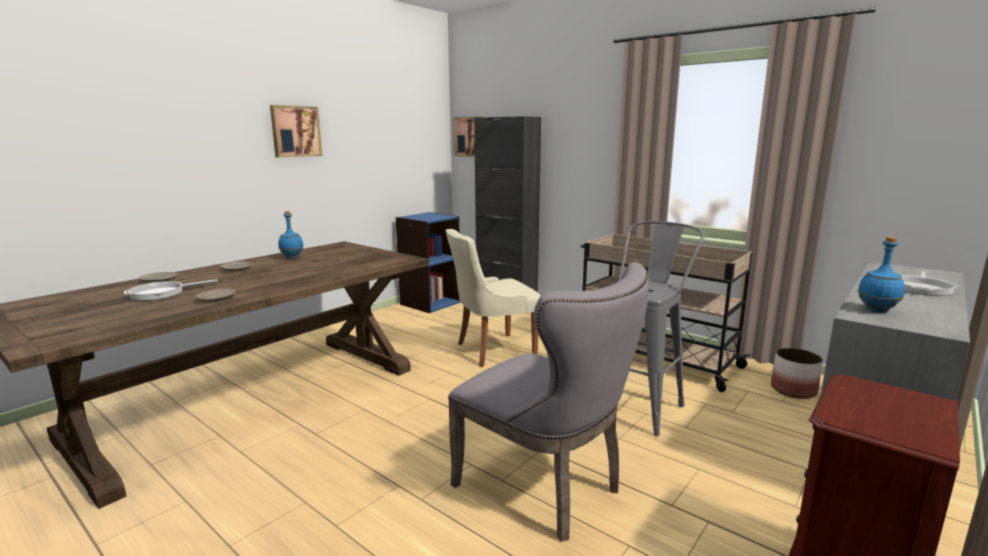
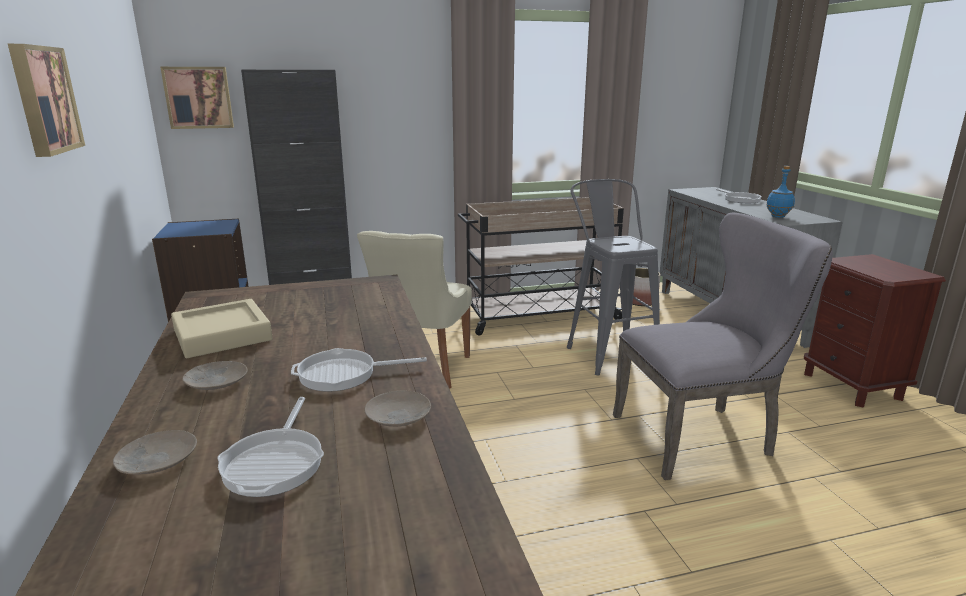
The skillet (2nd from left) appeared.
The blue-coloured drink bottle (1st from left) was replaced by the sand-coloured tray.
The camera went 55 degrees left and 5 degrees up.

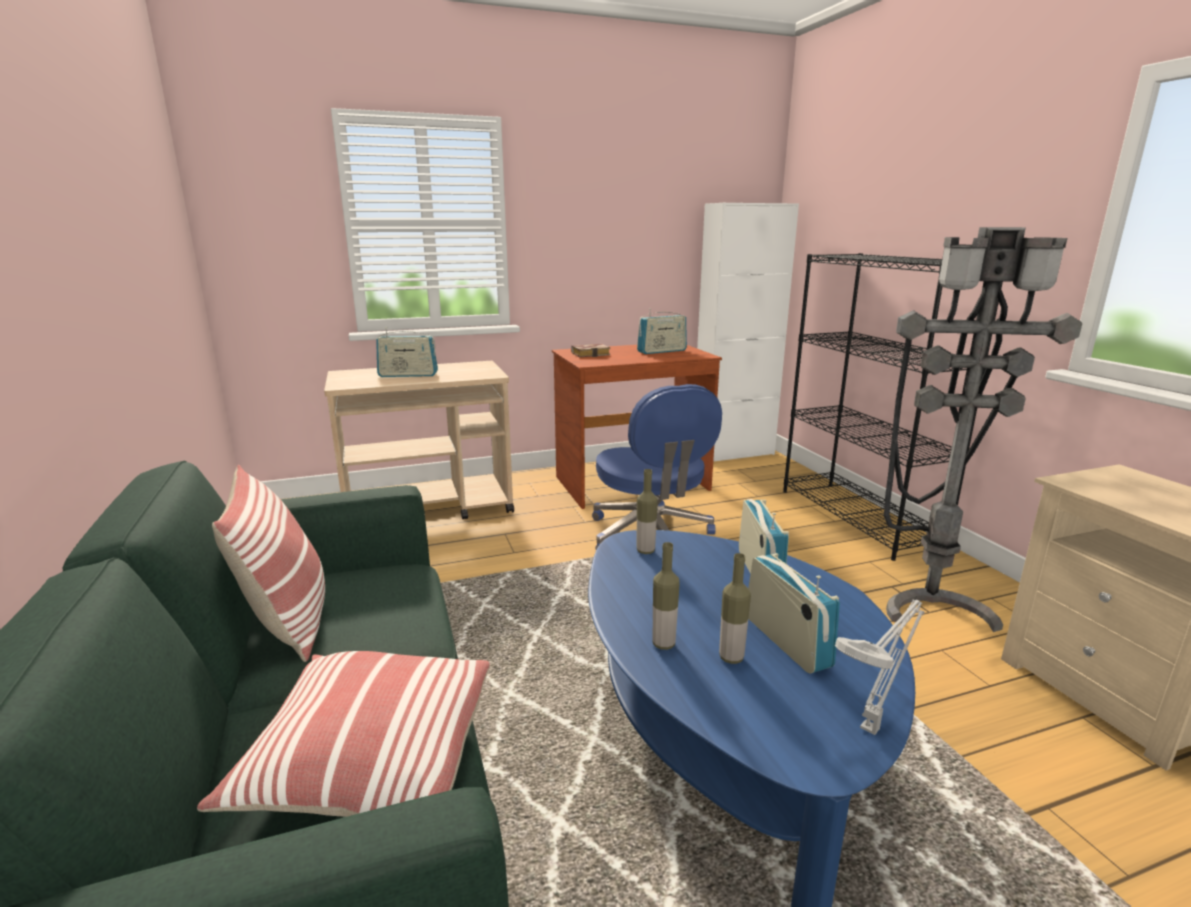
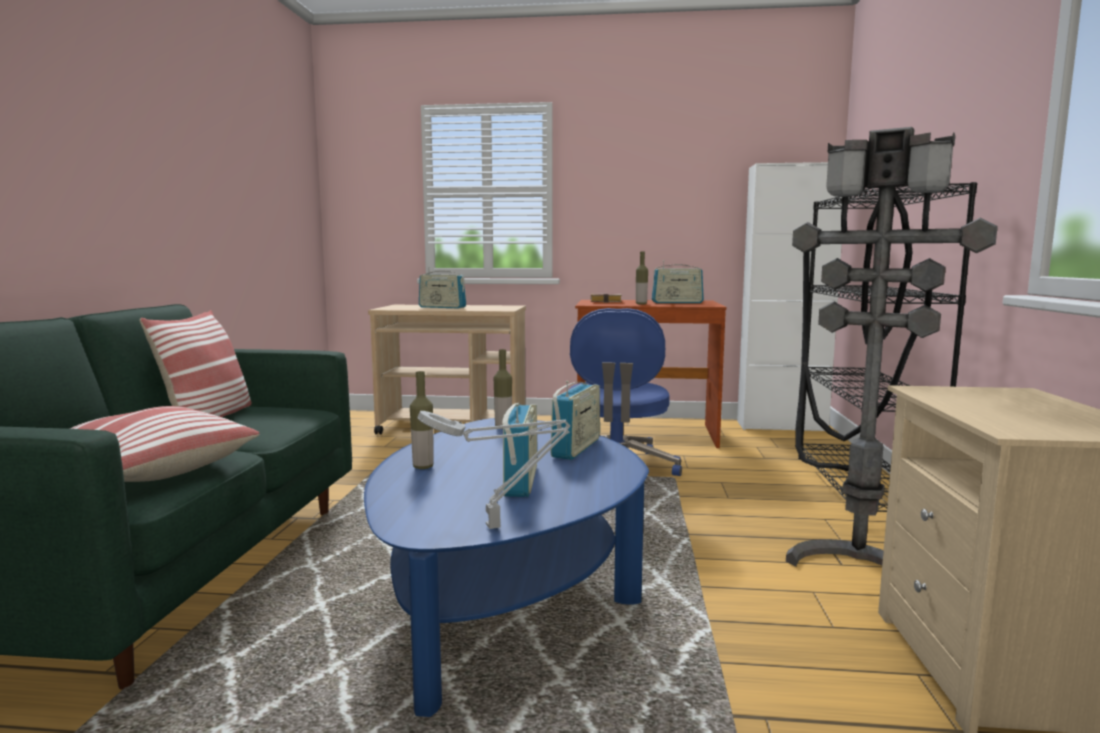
The drink bottle (3rd from left) moved.
The camera went 25 degrees right and 10 degrees down.

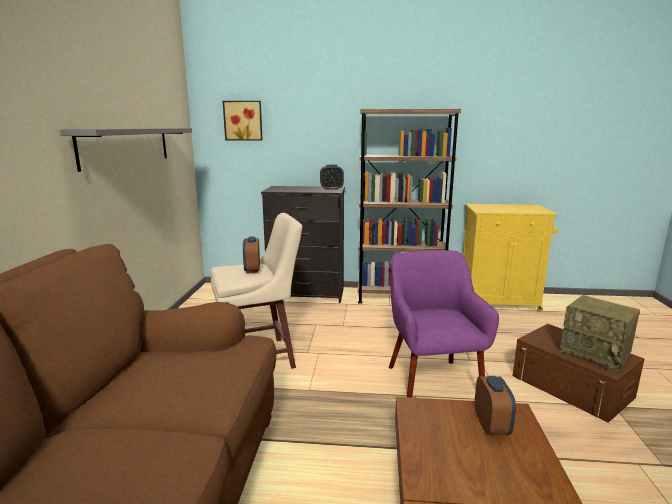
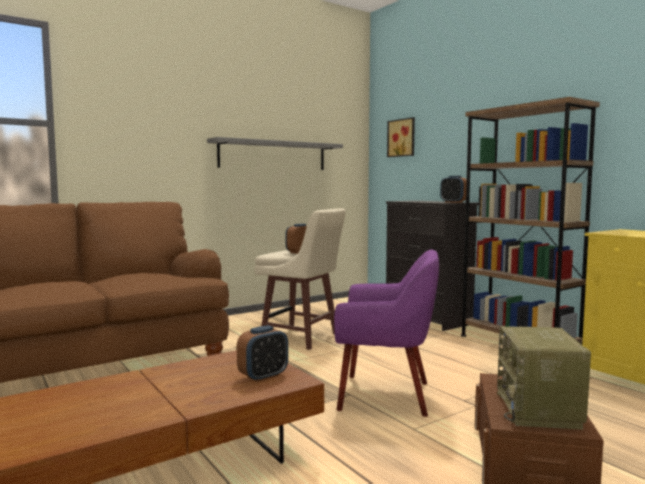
The purplish lounge chair turned 60 degrees clockwise.
The camera went 50 degrees right and 10 degrees down.

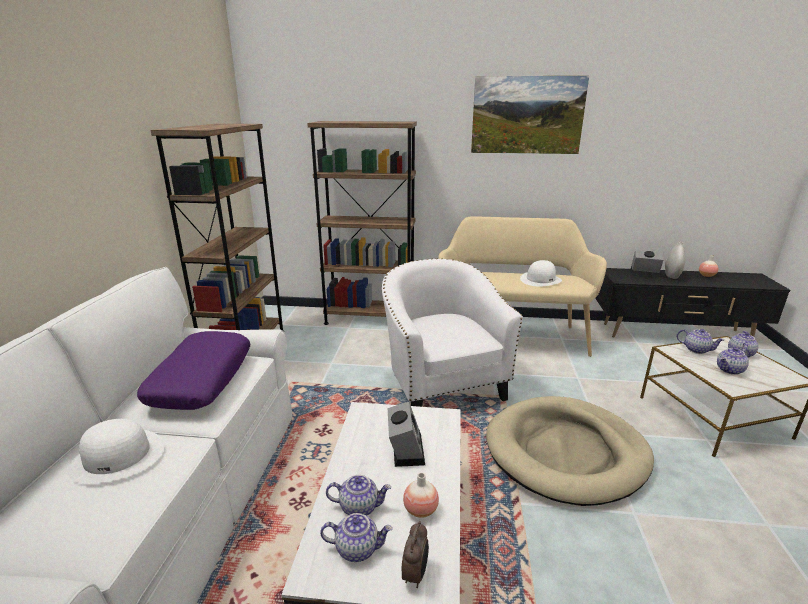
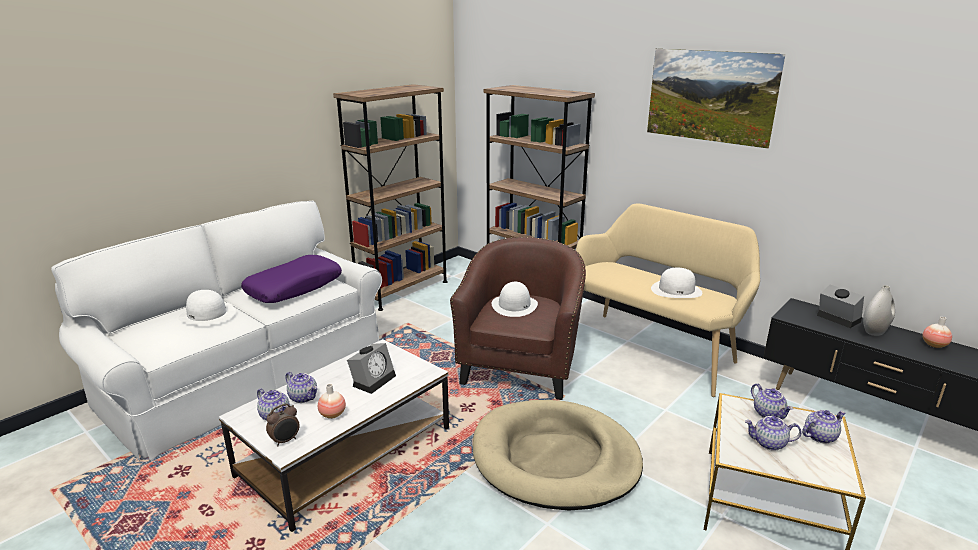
The white-coloured hat (2nd from left) appeared.
The white-coloured lounge chair became the brown lounge chair.
The camera went 35 degrees right and 0 degrees up.

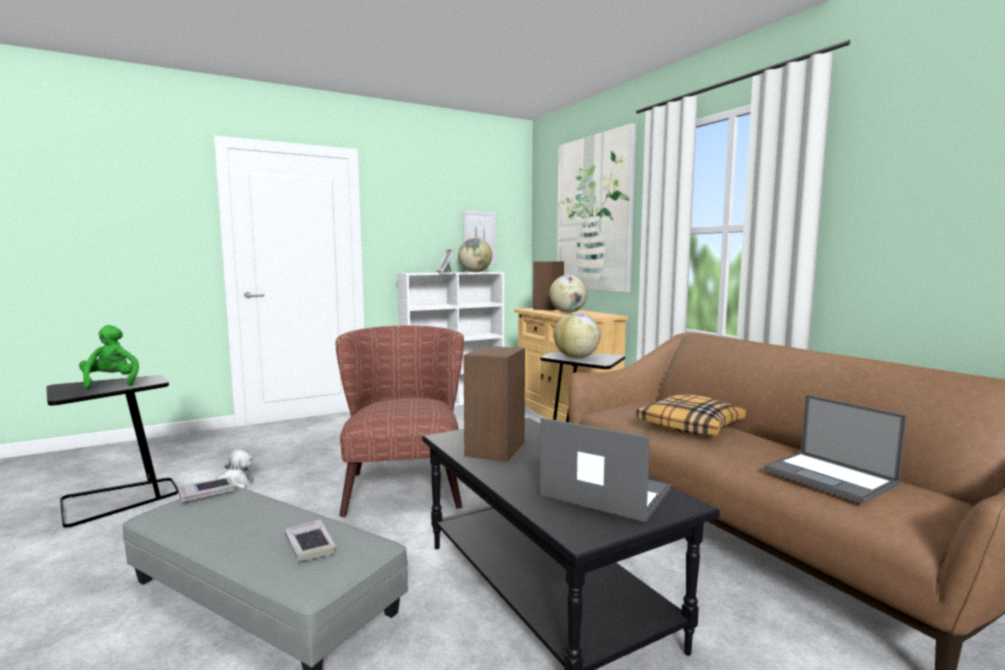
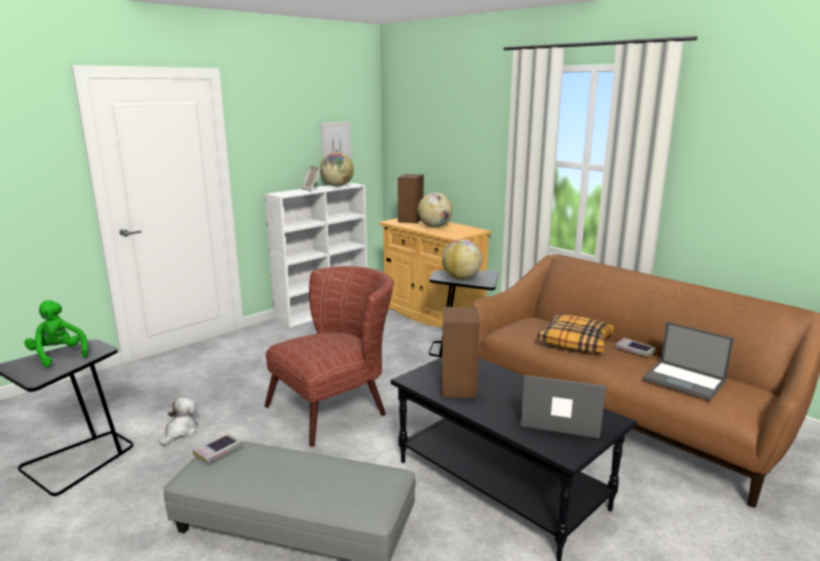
The wall picture (2nd from left) disappeared.
The volume (2nd from left) moved.
The brown lounge chair turned 75 degrees clockwise.
The camera went 15 degrees left and 10 degrees up.

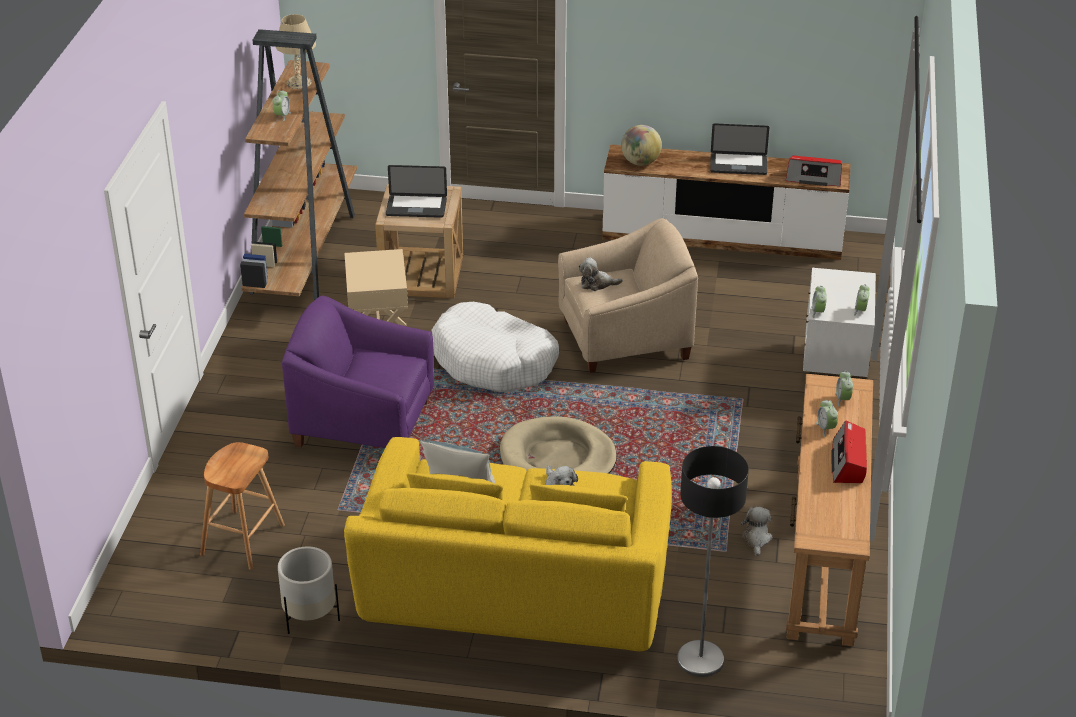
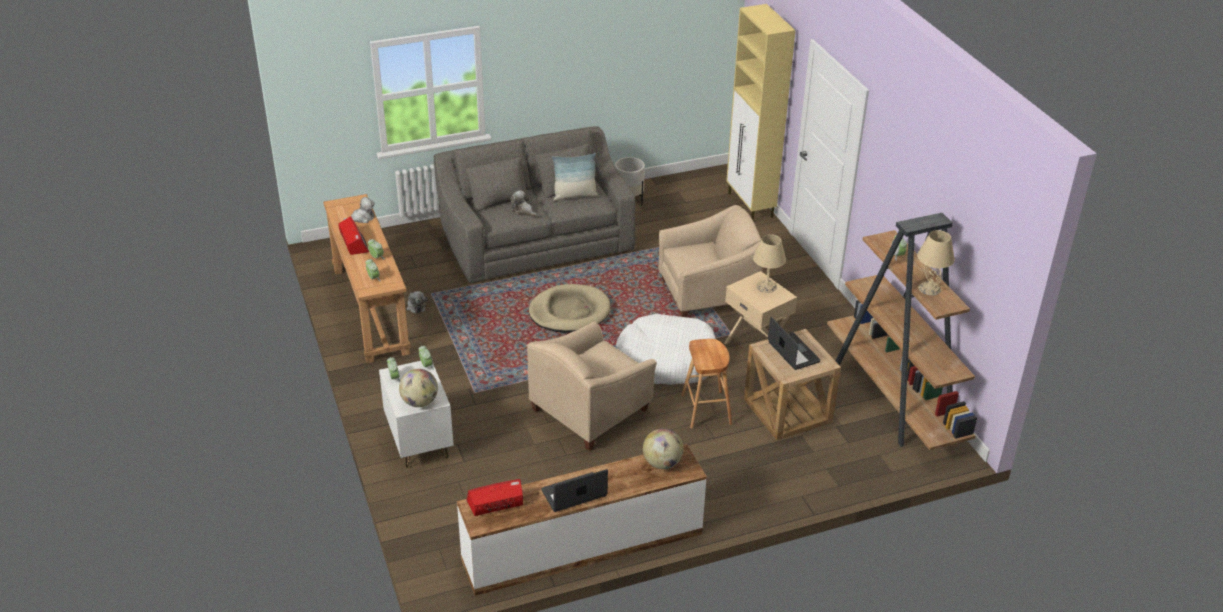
The standard lamp disappeared.
The world globe (1st from left) appeared.
The sand-coloured cupboard appeared.
The sand-coloured lamp for a table (1st from left) appeared.
The brown stool moved.
The plush toy (2nd from left in the first image) moved.
The purplish lounge chair became the sand-coloured lounge chair (2nd from left).
The yellow settee became the greyish settee.
The laptop (1st from left in the first image) turned 90 degrees clockwise.
The camera went 150 degrees right and 0 degrees up.

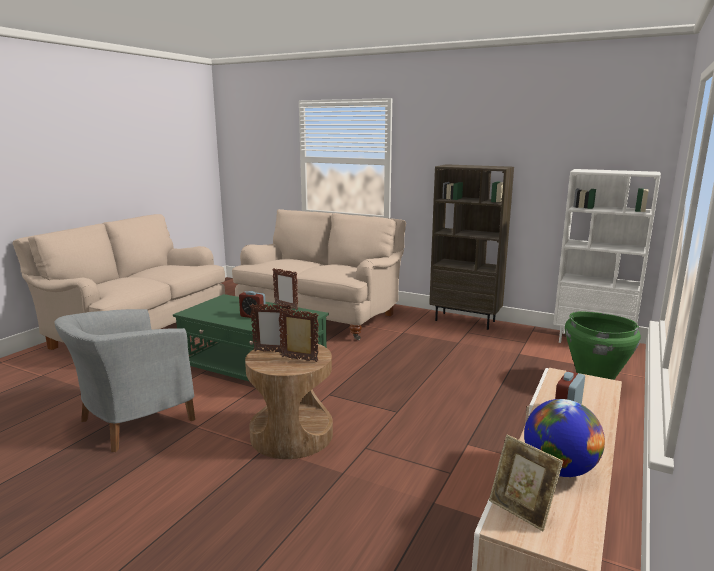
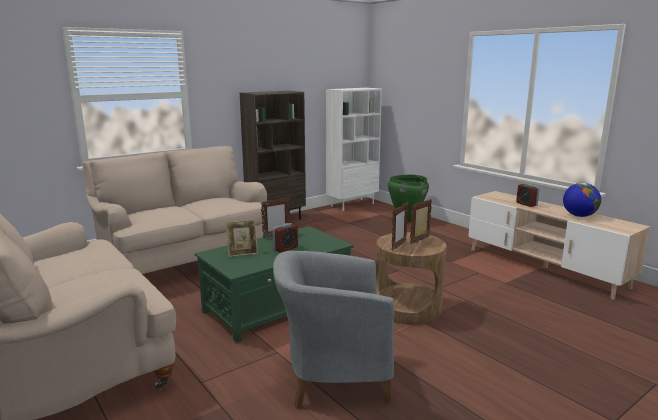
The picture frame (4th from left in the first image) moved.
The greyish lounge chair turned 105 degrees clockwise.
The camera went 65 degrees left and 0 degrees up.

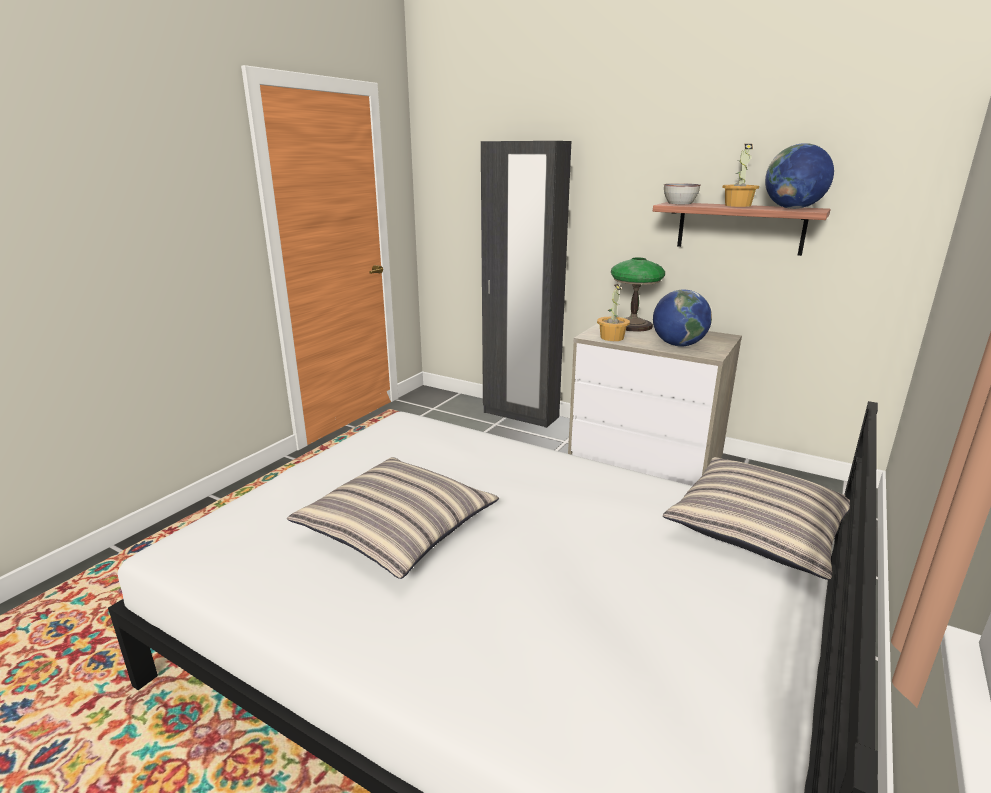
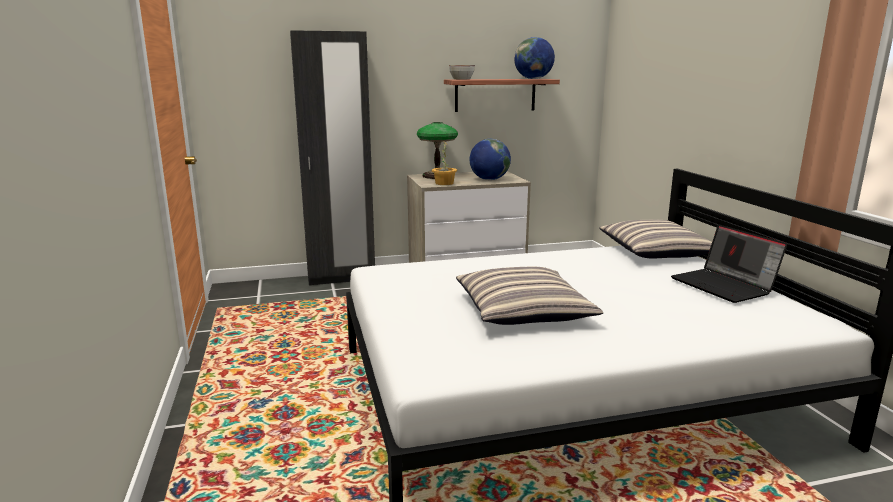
The plant in a pot (2nd from left) disappeared.
The laptop appeared.
The camera went 45 degrees left and 5 degrees down.

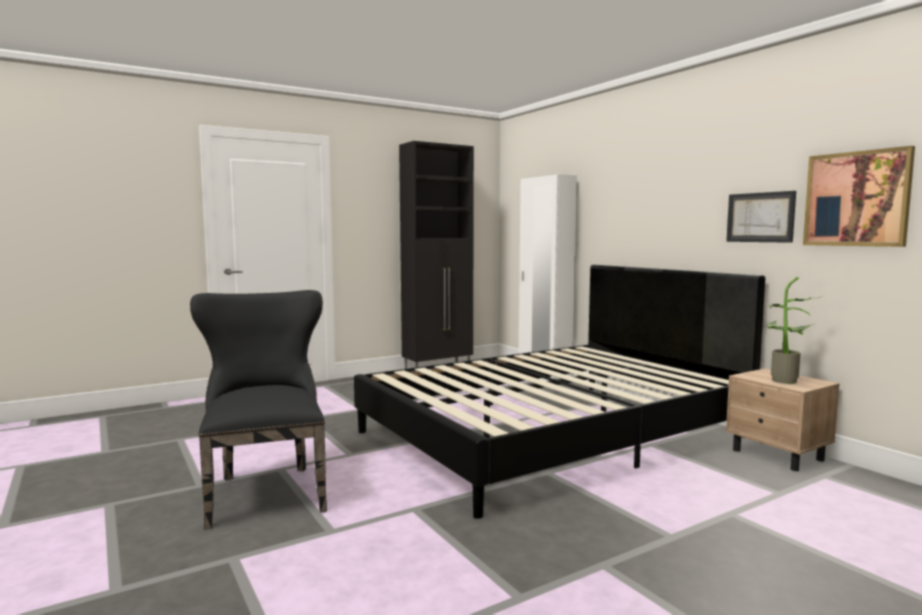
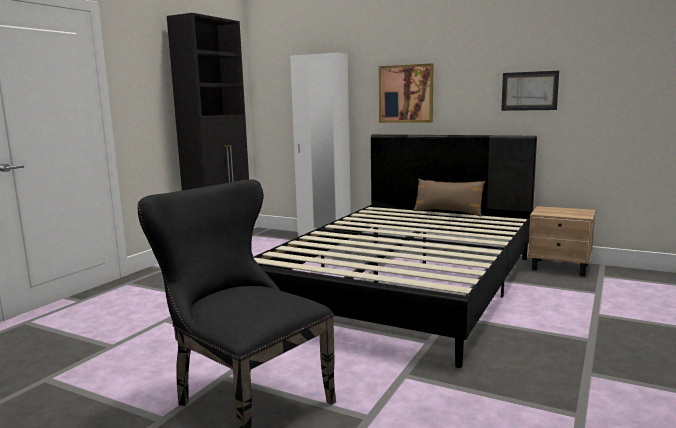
The plant in a pot disappeared.
The brown pillow appeared.
The wall picture (2nd from left in the first image) moved.
The camera went 30 degrees left and 5 degrees up.

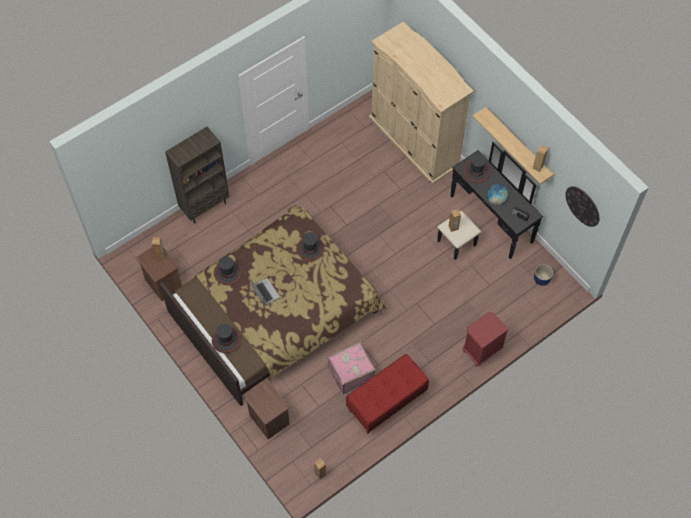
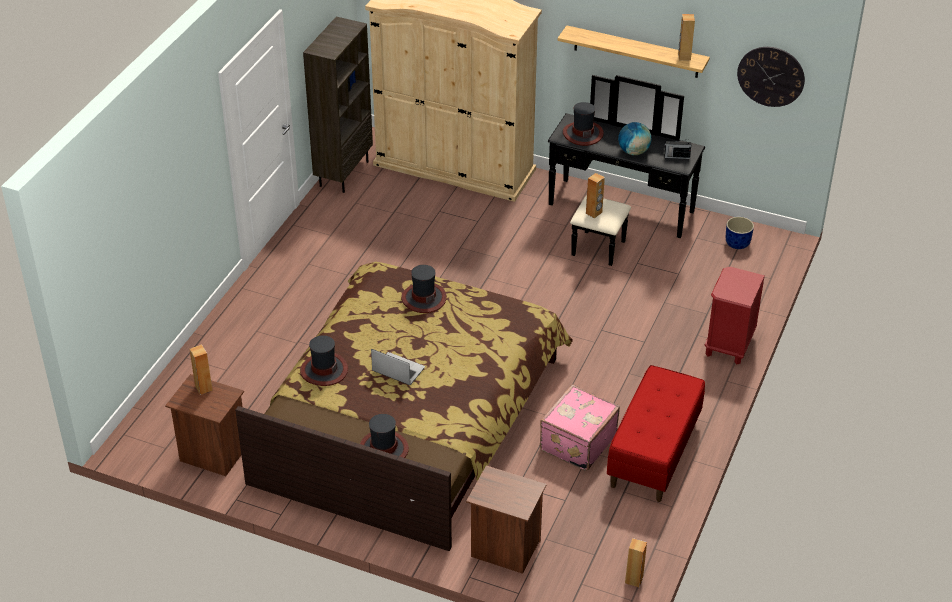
The brown bookshelf moved.
The camera went 30 degrees left and 20 degrees down.

